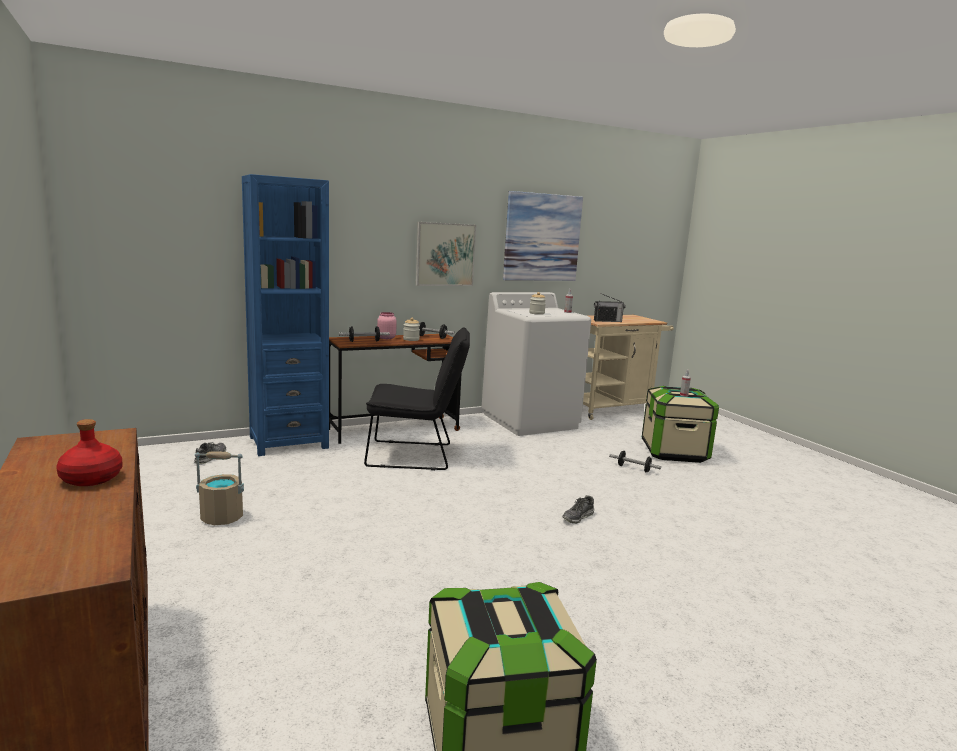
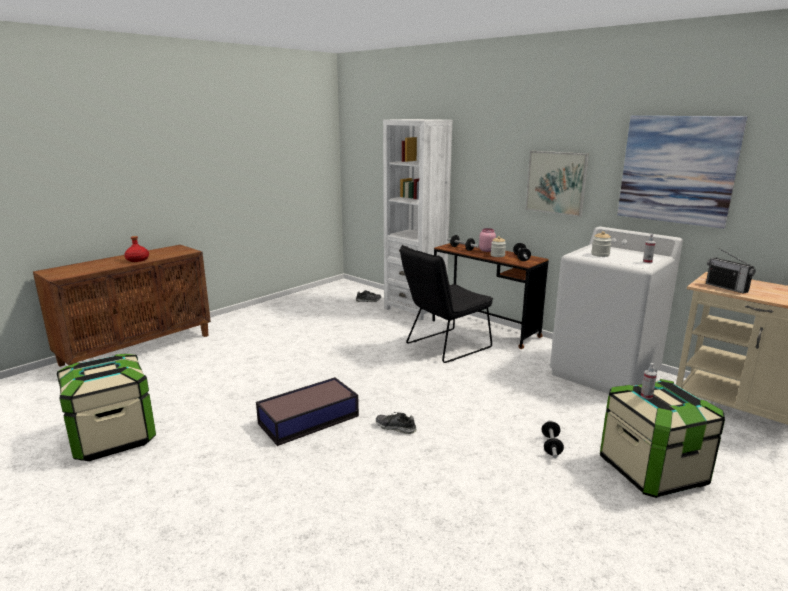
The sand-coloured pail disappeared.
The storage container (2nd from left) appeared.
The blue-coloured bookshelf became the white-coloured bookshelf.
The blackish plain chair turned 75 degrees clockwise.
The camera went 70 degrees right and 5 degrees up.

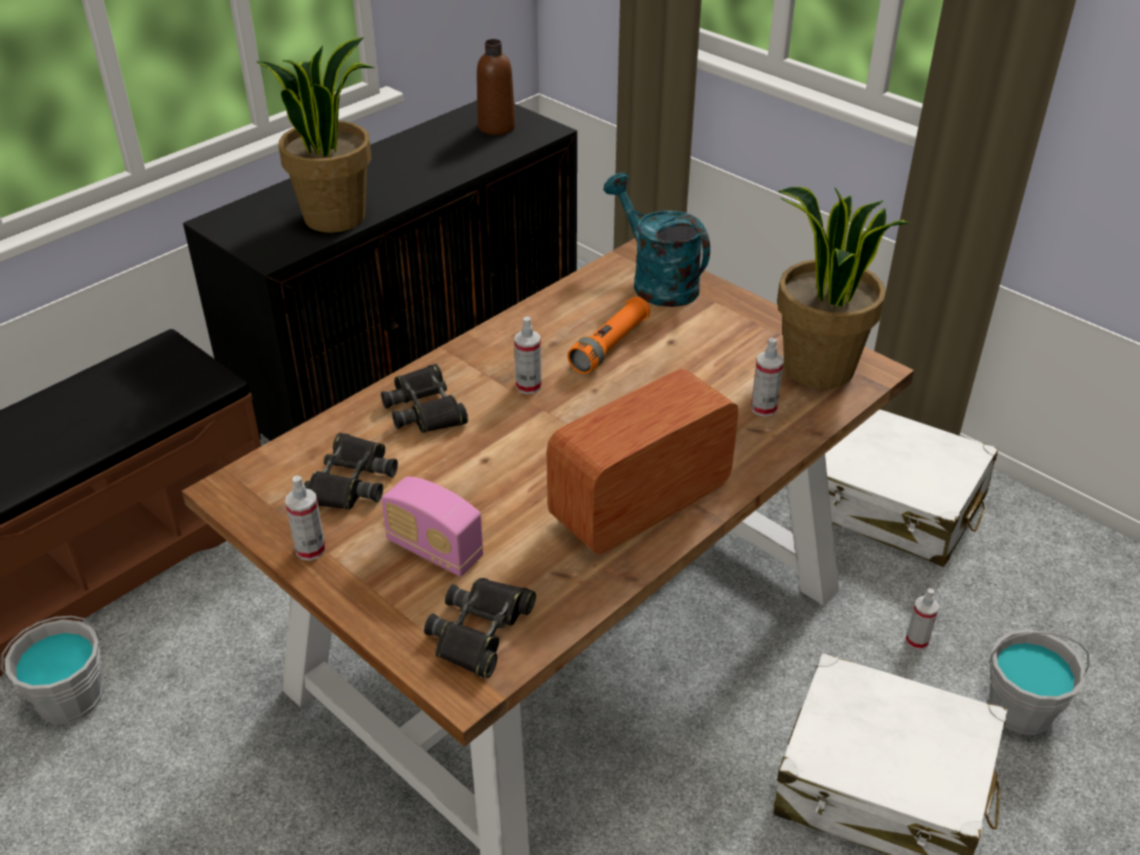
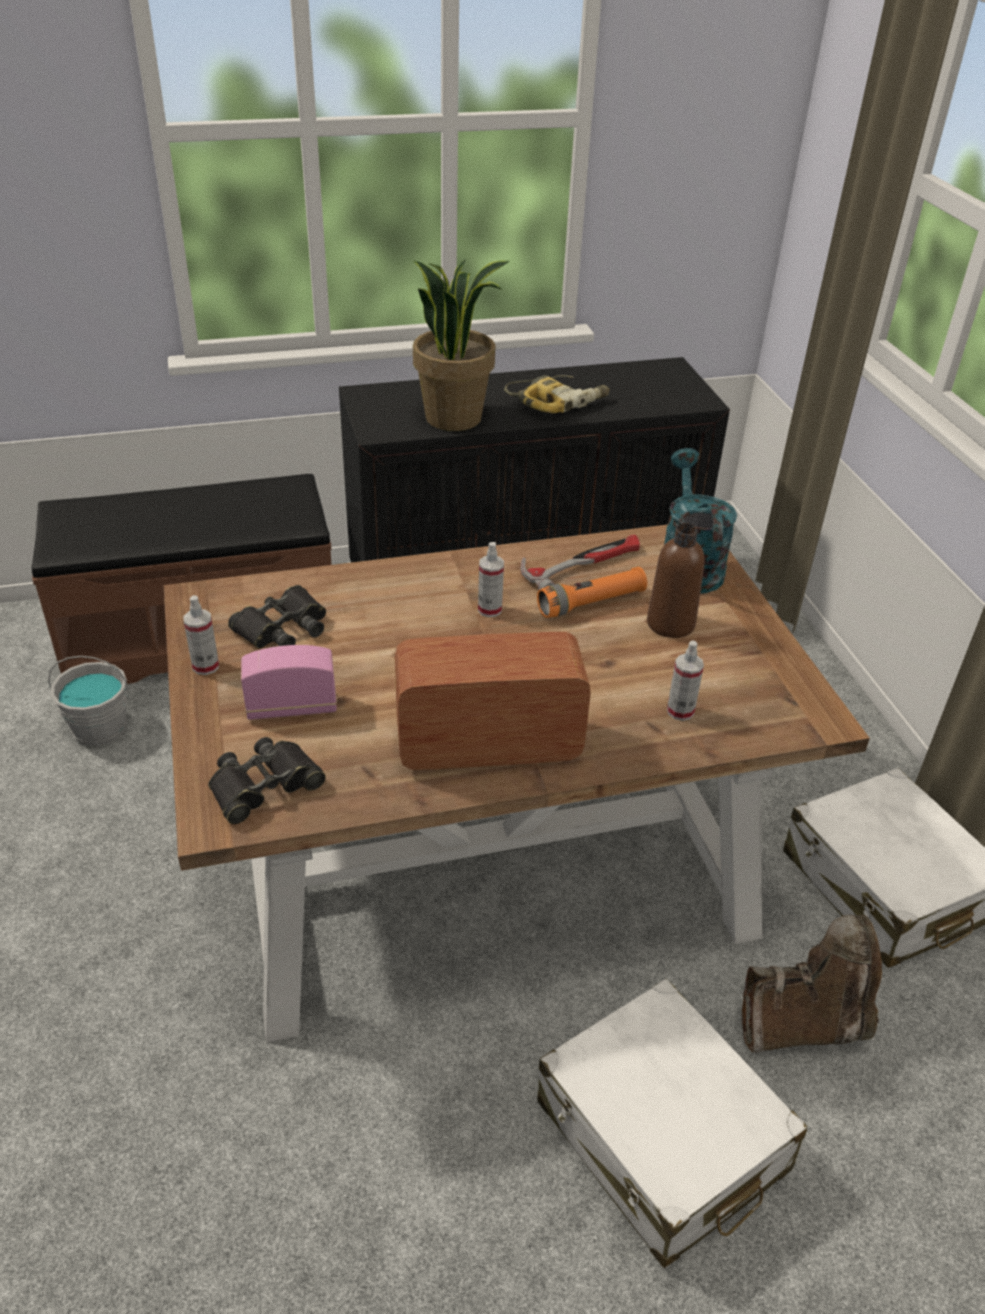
The blackish binoculars (2nd from left) disappeared.
The plant in a pot (2nd from left) disappeared.
The greyish pail (2nd from left) disappeared.
The power drill appeared.
The tool hammer appeared.
The brown drink bottle moved.
The hand sprayer (4th from left) was replaced by the brown high-top boot.
The radio receiver (1st from left) turned 105 degrees clockwise.
The camera went 30 degrees right and 0 degrees up.

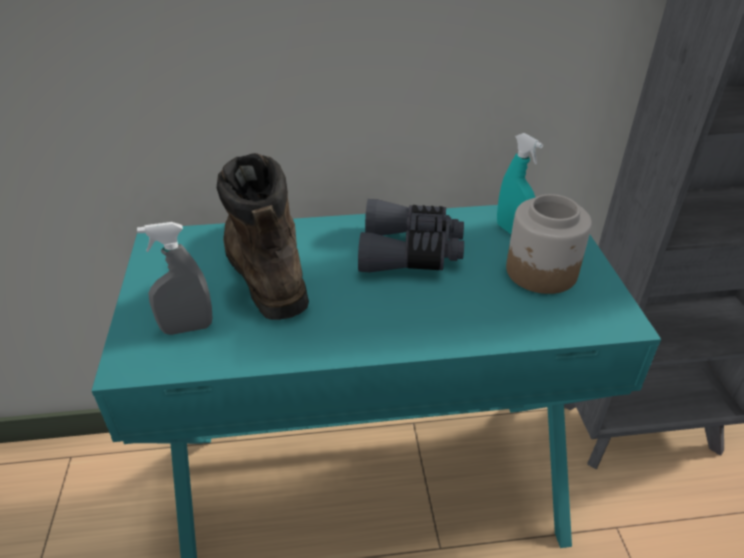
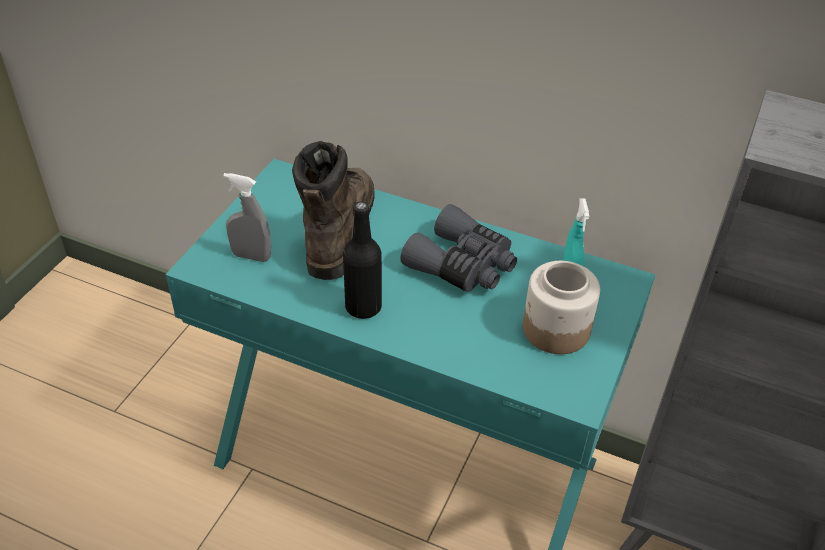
The blackish drink bottle appeared.
The camera went 30 degrees right and 5 degrees up.

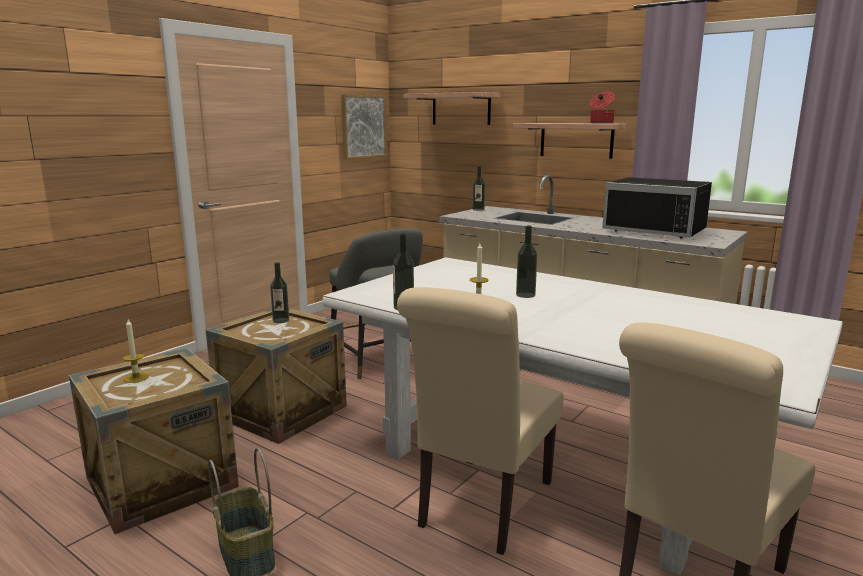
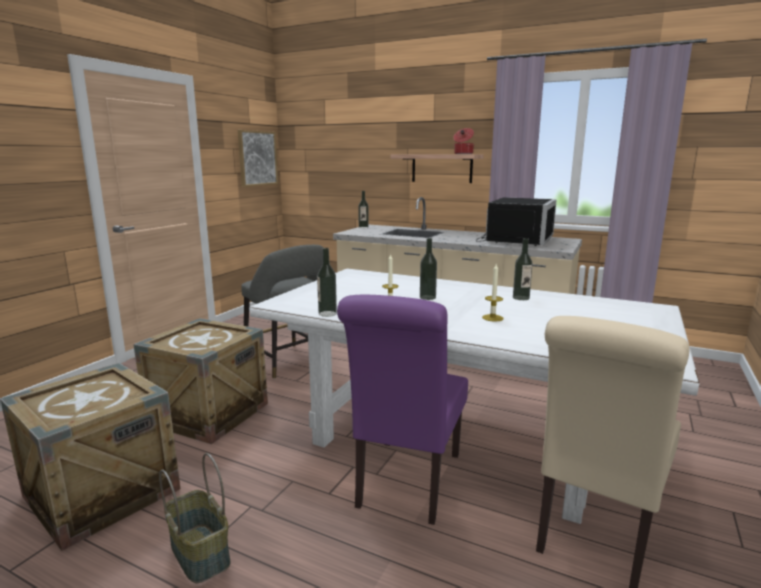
The shelf (1st from left) disappeared.
The wax light (1st from left in the first image) moved.
The drink bottle (1st from left in the first image) moved.
The sand-coloured plain chair (1st from left) became the purplish plain chair.
The blackish kitchen microwave turned 90 degrees counterclockwise.
The camera went 10 degrees left and 0 degrees up.

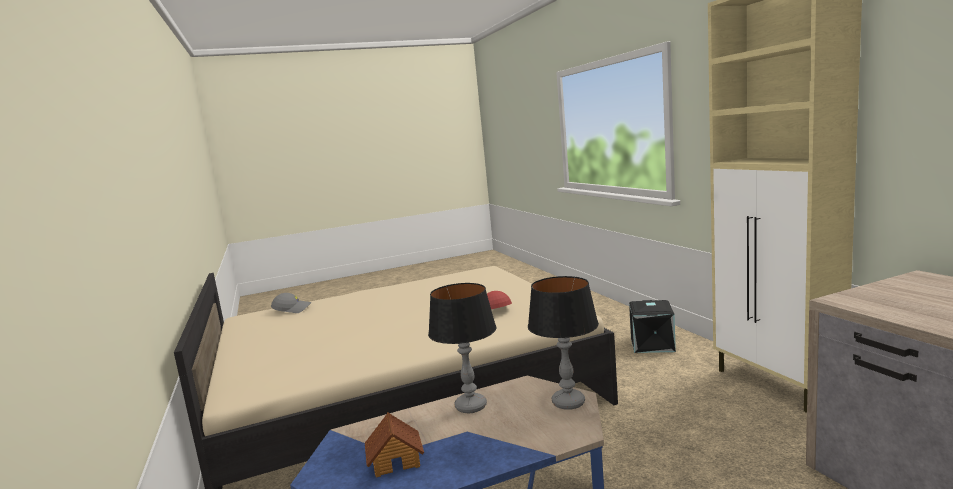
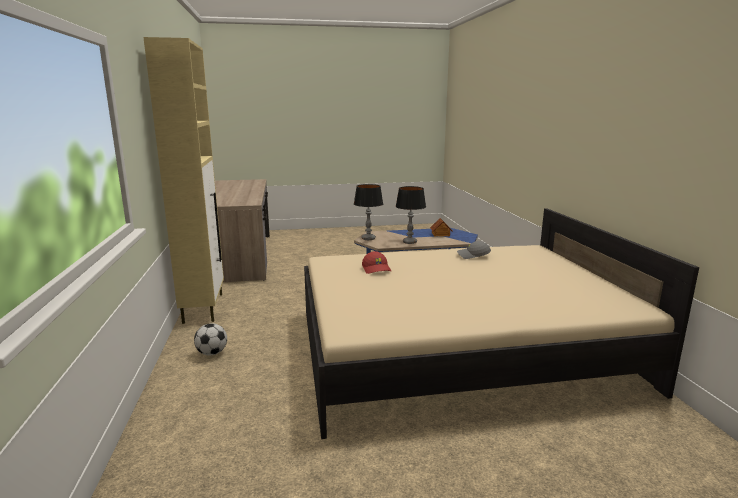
The greyish baseball cap moved.
The blackish storage container was replaced by the football.
The camera went 170 degrees left and 5 degrees up.

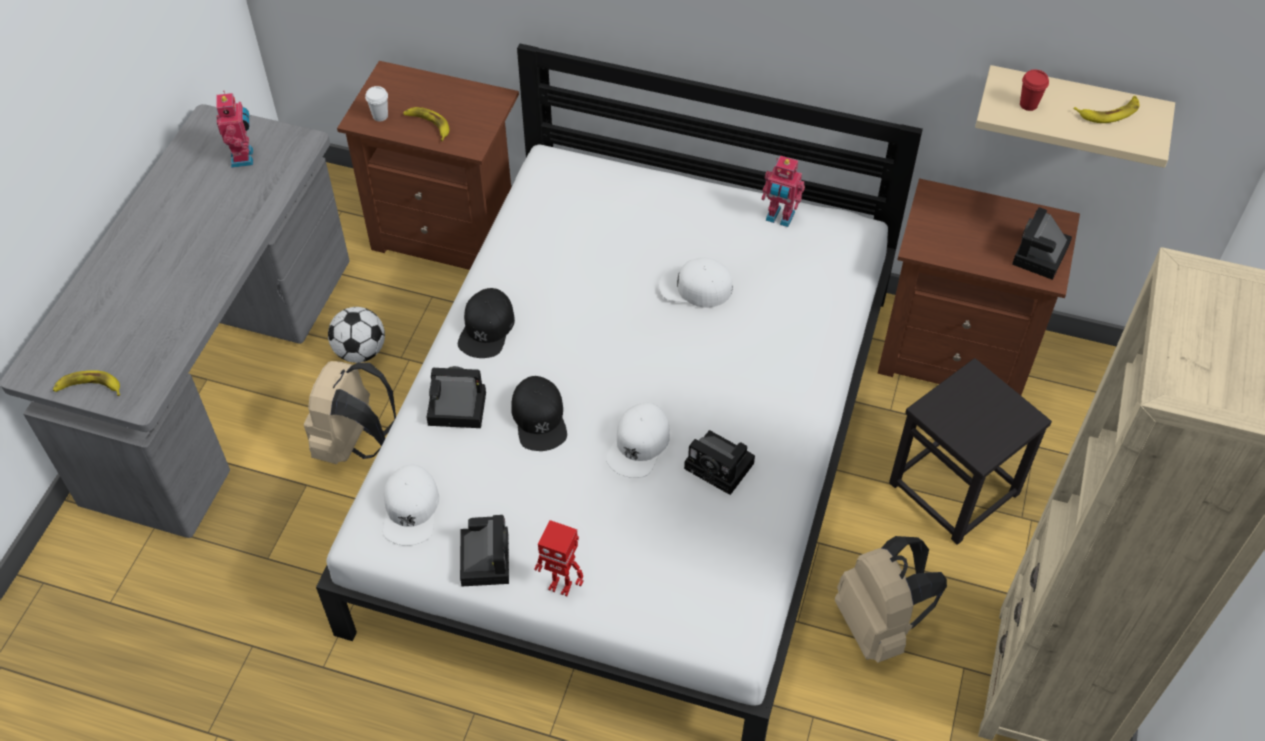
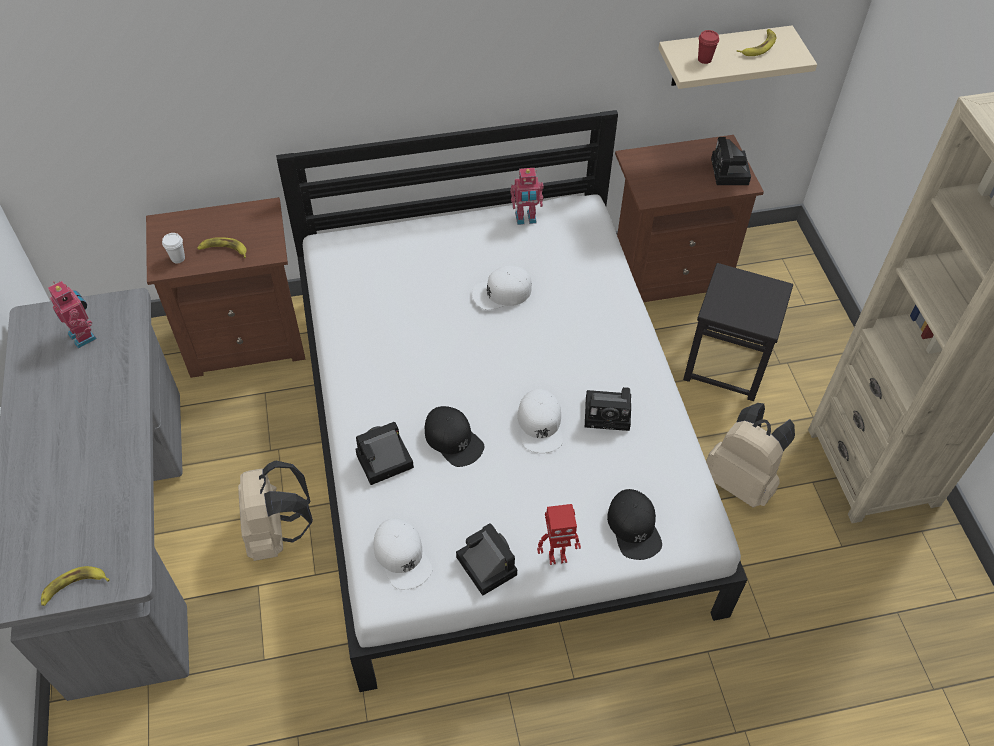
The football disappeared.
The blackish baseball cap (1st from left in the first image) moved.
The camera went 30 degrees left and 0 degrees up.

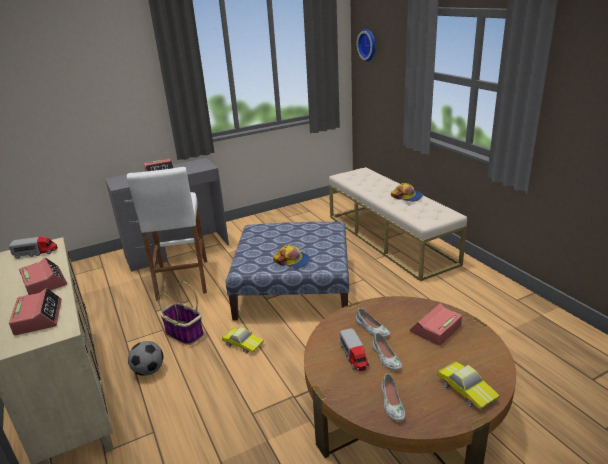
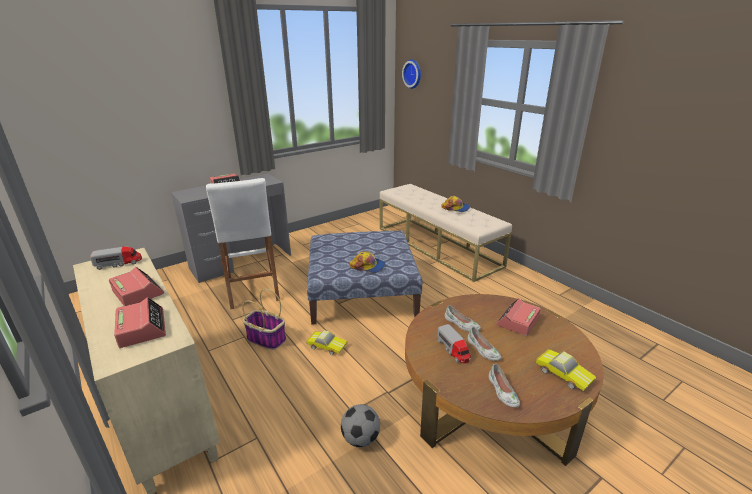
The football moved.
The camera went 10 degrees left and 0 degrees up.

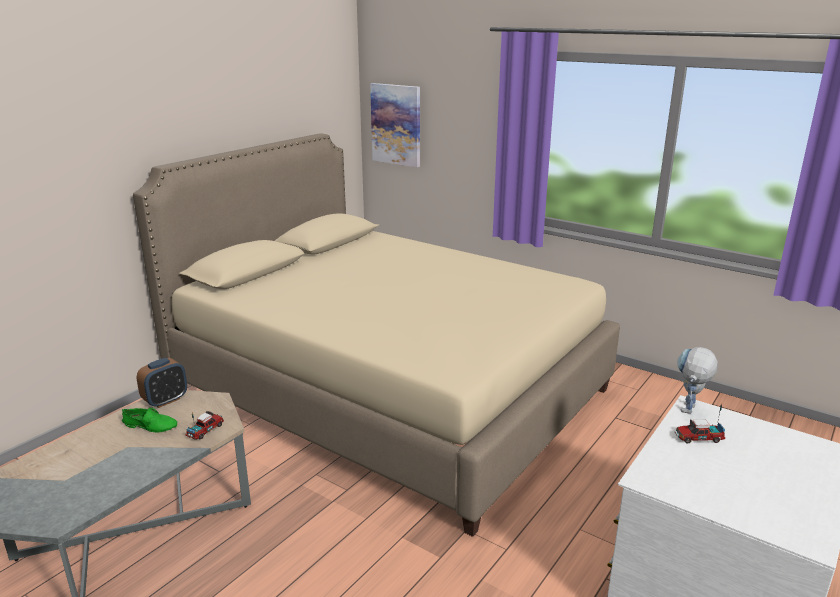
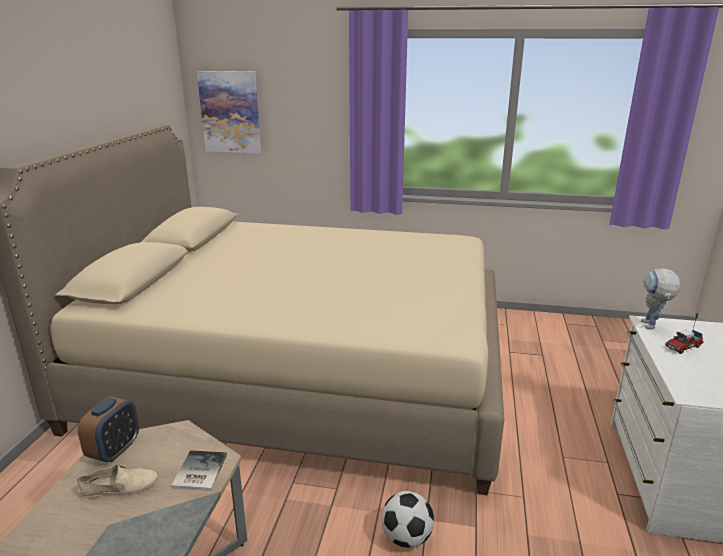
The football appeared.
The toy truck (1st from left) was replaced by the volume.
The green-coloured low shoe became the sand-coloured low shoe.
The camera went 25 degrees left and 0 degrees up.

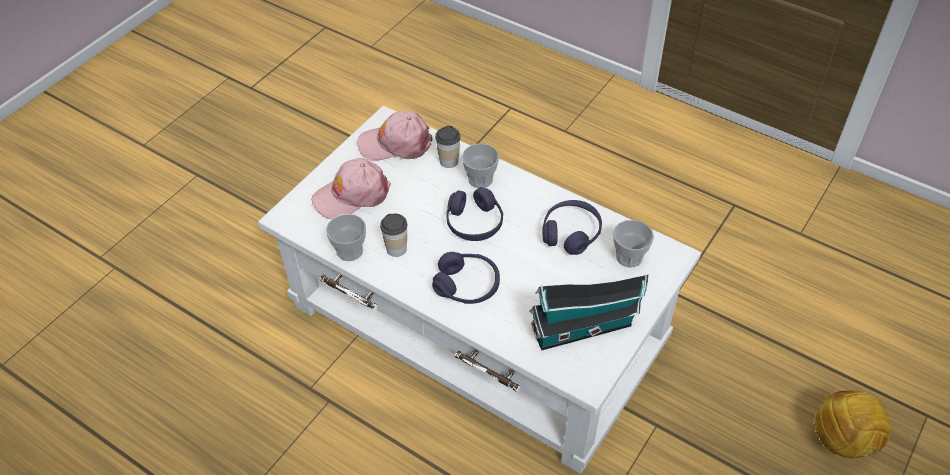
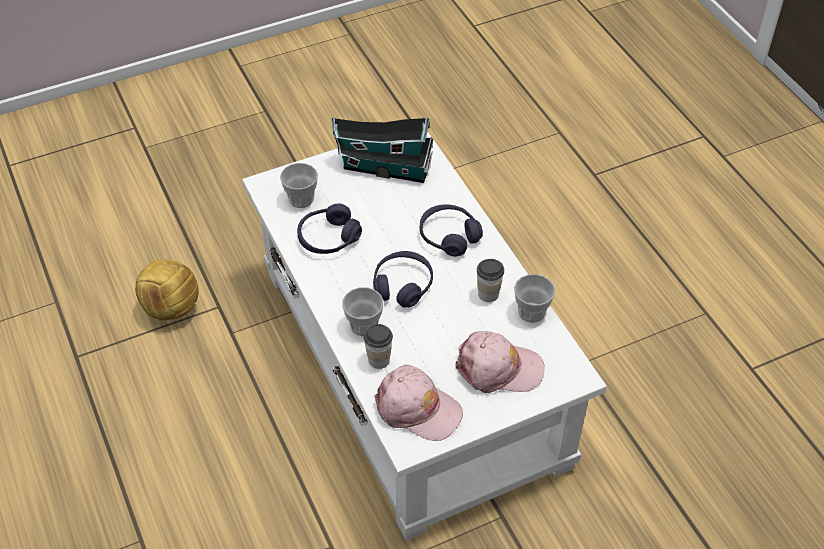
The football moved.
The camera went 150 degrees left and 0 degrees up.

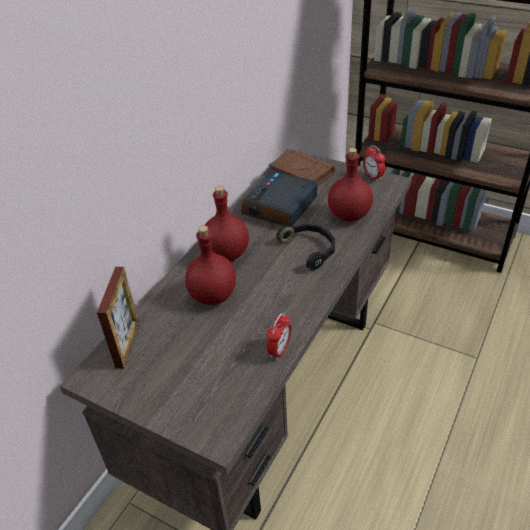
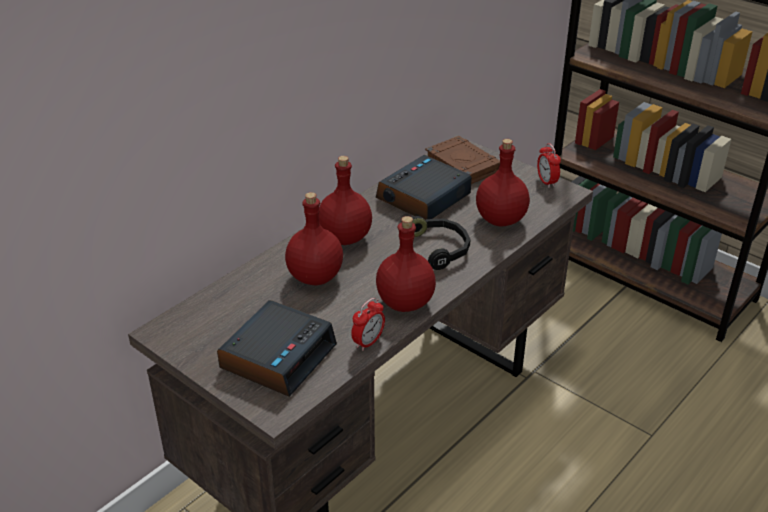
The picture frame disappeared.
The alarm clock (1st from left) appeared.
The red-coloured drink bottle (3rd from left) appeared.
The camera went 10 degrees right and 5 degrees down.

